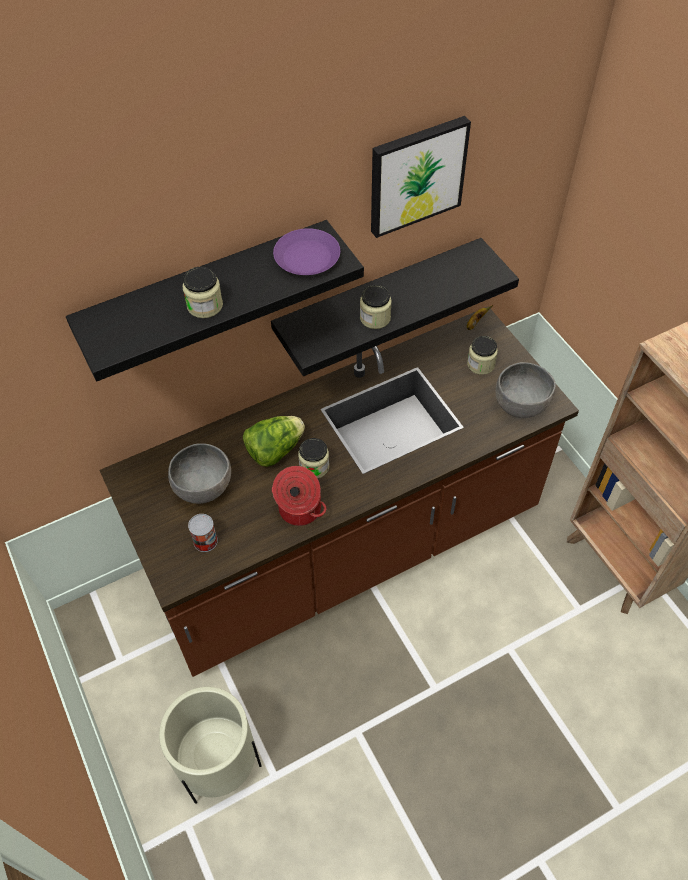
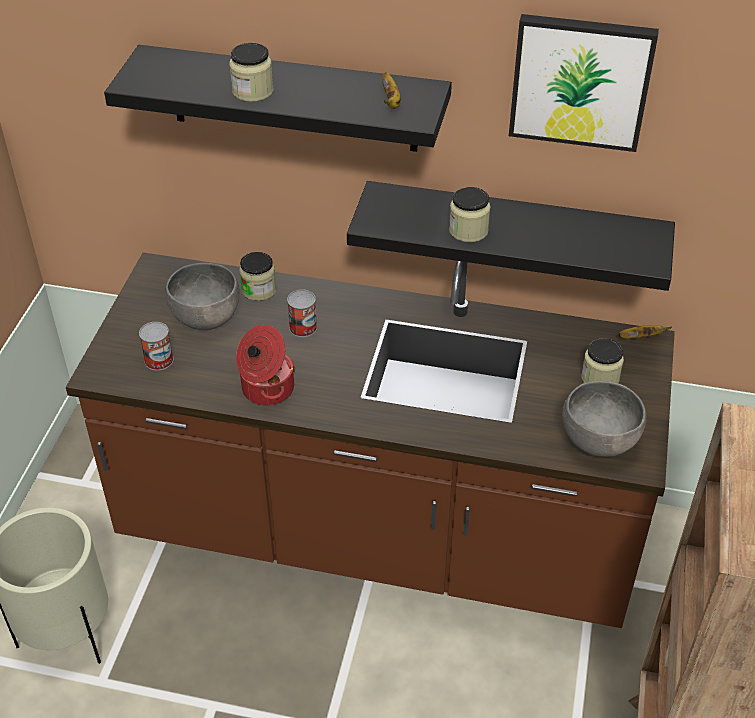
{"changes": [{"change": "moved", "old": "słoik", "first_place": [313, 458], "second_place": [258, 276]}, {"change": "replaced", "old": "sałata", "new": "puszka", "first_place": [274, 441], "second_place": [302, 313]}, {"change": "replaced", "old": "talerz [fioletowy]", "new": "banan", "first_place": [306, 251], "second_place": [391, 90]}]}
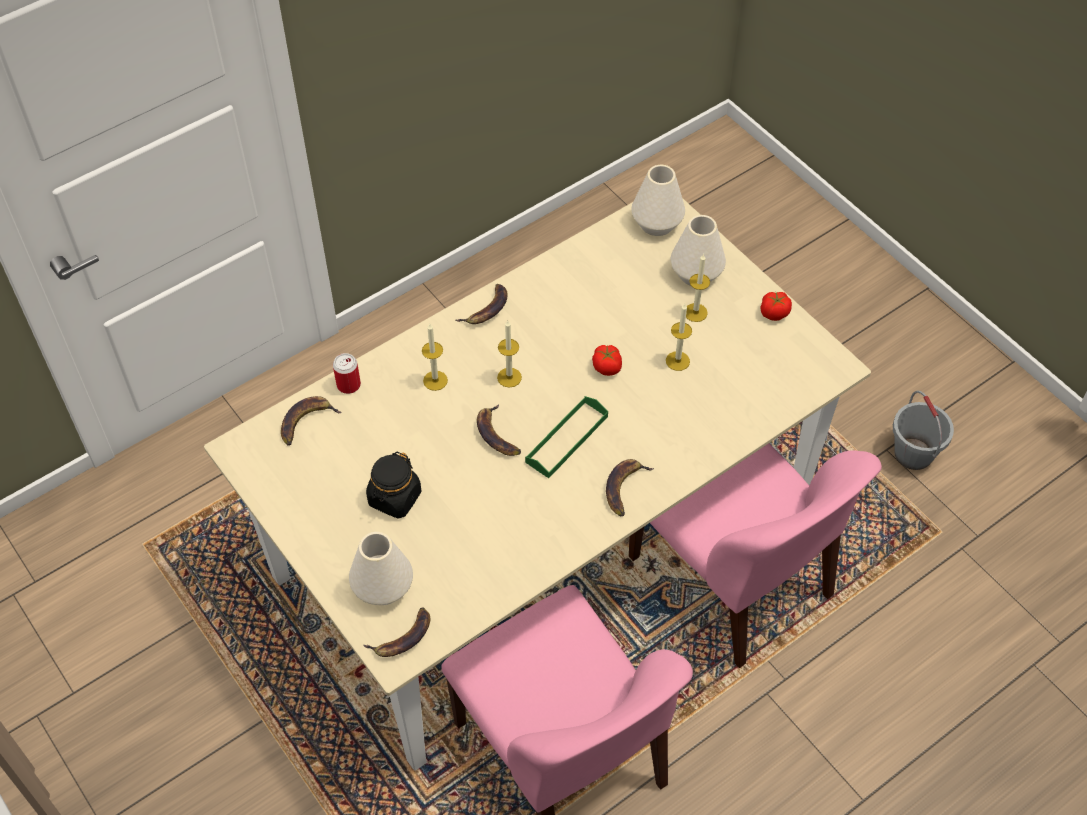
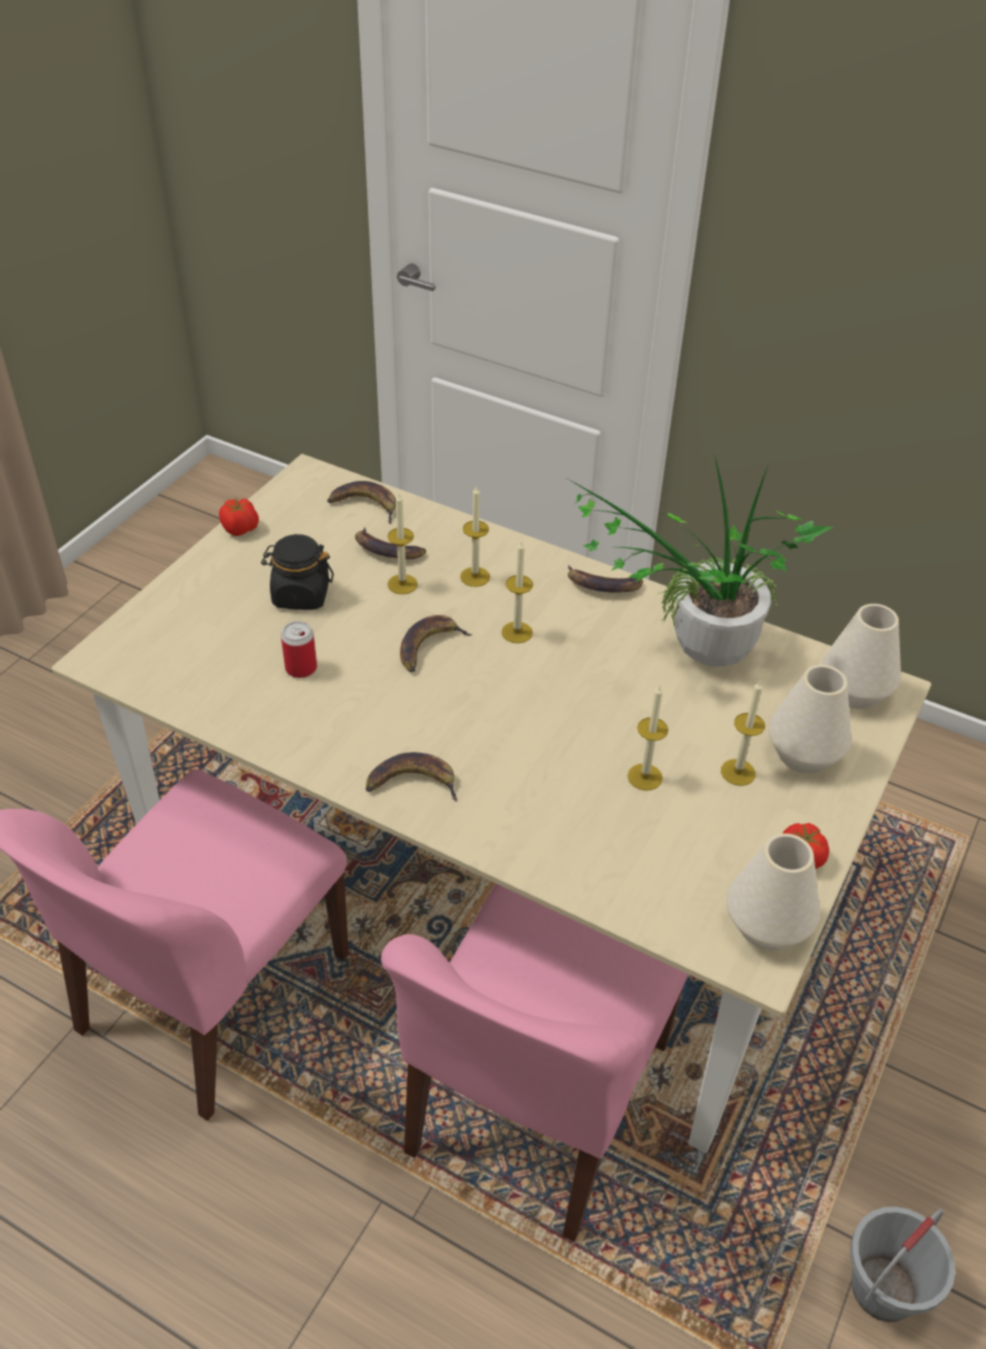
{"changes": [{"change": "removed", "old": "taca [zielony]", "first_place": [566, 437]}, {"change": "added", "new": "świeca", "second_place": [402, 544]}, {"change": "added", "new": "roślina doniczkowa", "second_place": [701, 560]}, {"change": "moved", "old": "puszka", "first_place": [347, 373], "second_place": [299, 649]}, {"change": "moved", "old": "wazon [biały]", "first_place": [381, 568], "second_place": [773, 892]}, {"change": "moved", "old": "banan", "first_place": [396, 632], "second_place": [390, 543]}, {"change": "moved", "old": "pomidor", "first_place": [607, 360], "second_place": [239, 517]}]}
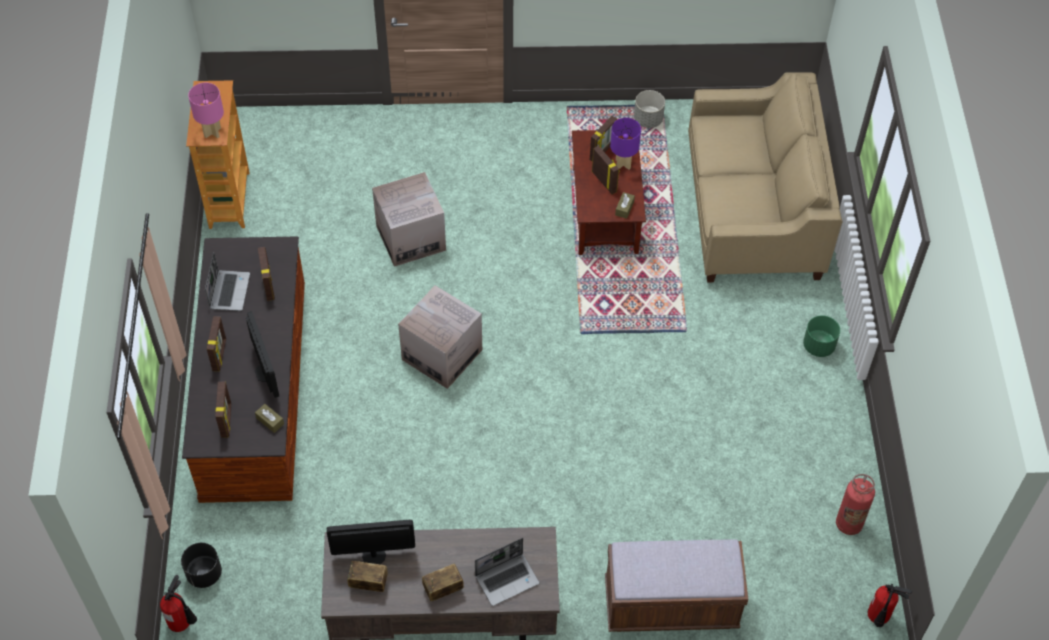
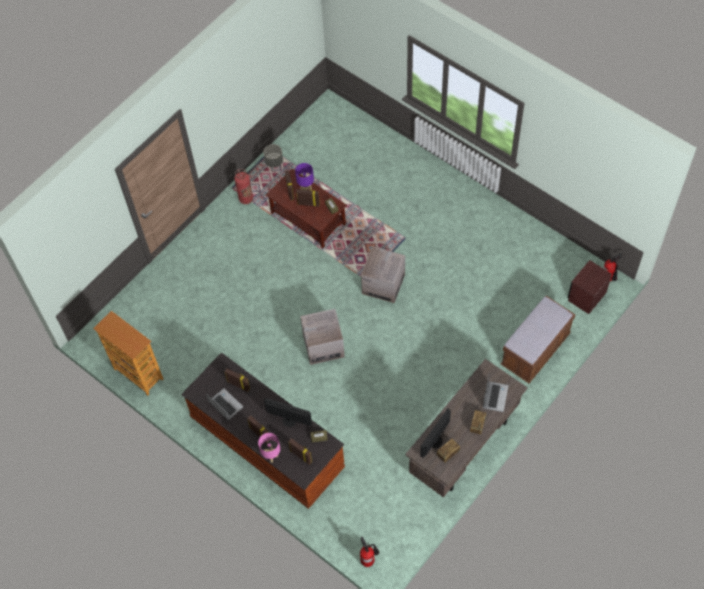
{"changes": [{"change": "removed", "old": "donica [czarny]", "first_place": [201, 565]}, {"change": "removed", "old": "kanapa [beżowy]", "first_place": [765, 177]}, {"change": "removed", "old": "donica [zielony]", "first_place": [821, 336]}, {"change": "added", "new": "szafka nocna [brązowy]", "second_place": [590, 287]}, {"change": "moved", "old": "lampa stołowa [różowy]", "first_place": [206, 110], "second_place": [269, 448]}, {"change": "moved", "old": "karton", "first_place": [409, 219], "second_place": [383, 274]}, {"change": "moved", "old": "gaśnica", "first_place": [855, 504], "second_place": [243, 186]}]}
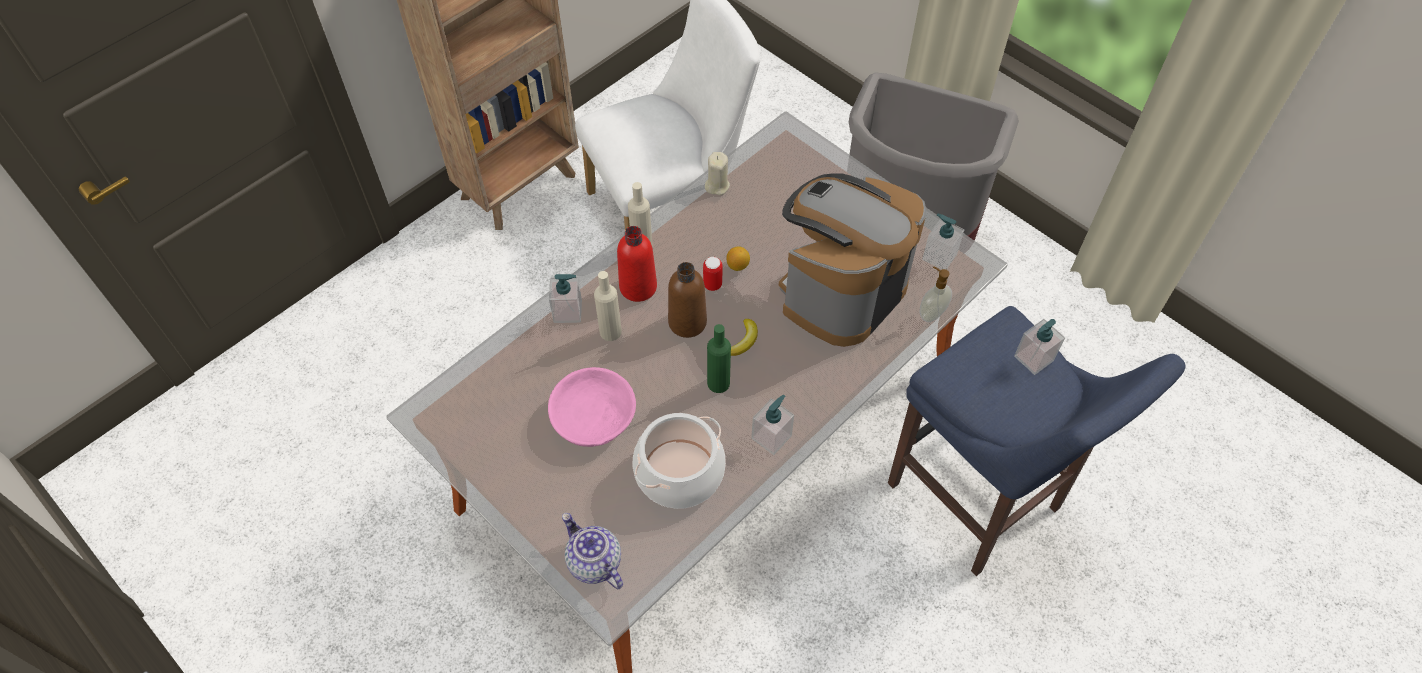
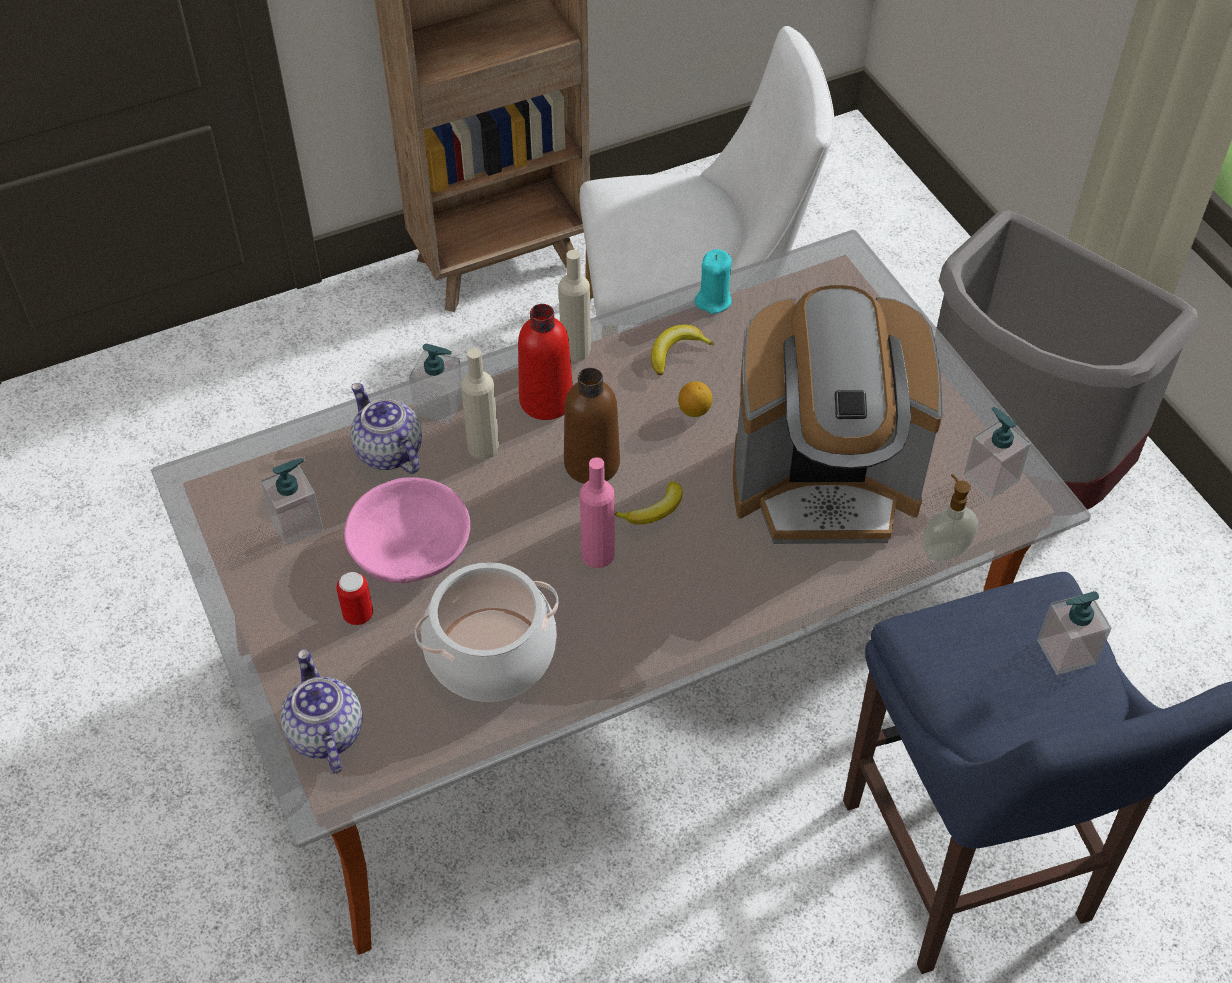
{"changes": [{"change": "added", "new": "imbryk", "second_place": [386, 428]}, {"change": "added", "new": "banan", "second_place": [682, 350]}, {"change": "moved", "old": "puszka", "first_place": [713, 274], "second_place": [354, 598]}, {"change": "moved", "old": "dozownik mydła", "first_place": [772, 424], "second_place": [291, 502]}, {"change": "recoloured", "old": "świeca [beżowy]", "new": "świeca [turkusowy]", "first_place": [717, 173], "second_place": [713, 281]}, {"change": "recoloured", "old": "butelka [zielony]", "new": "butelka [różowy]", "first_place": [719, 358], "second_place": [597, 512]}, {"change": "turned", "old": "ekspres do kawy", "first_place": [852, 260], "second_place": [837, 414], "degrees": -150}]}
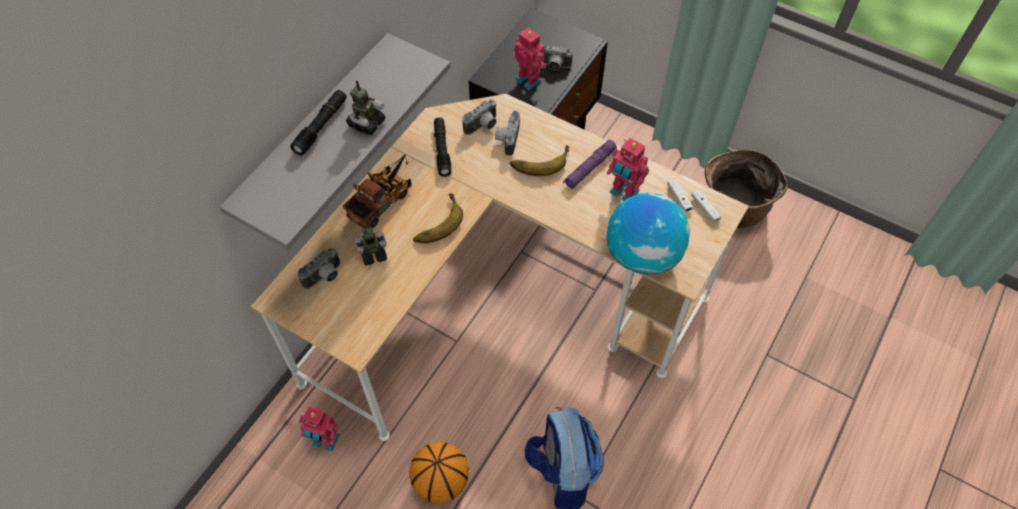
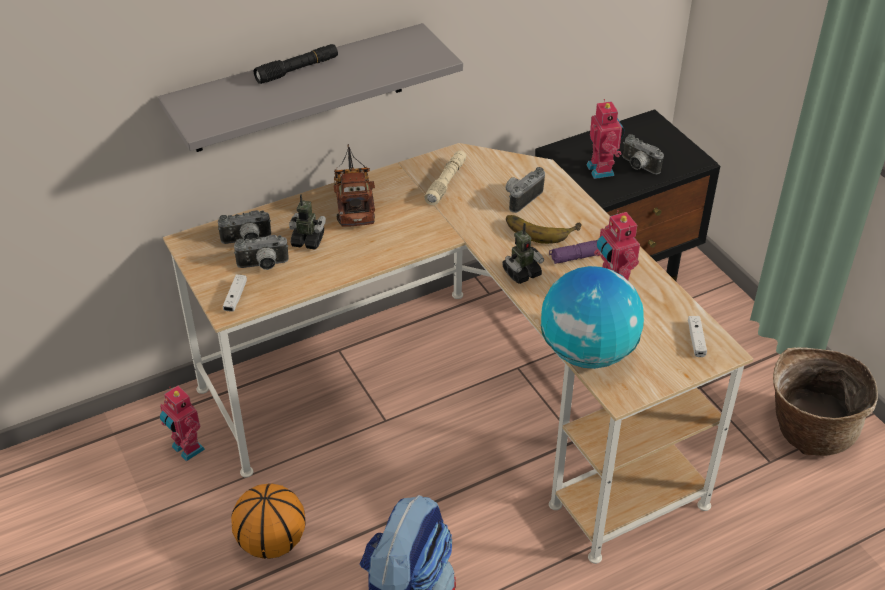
{"changes": [{"change": "removed", "old": "banan", "first_place": [438, 218]}, {"change": "moved", "old": "robot zabawkowy", "first_place": [366, 107], "second_place": [523, 253]}, {"change": "moved", "old": "aparat fotograficzny", "first_place": [479, 117], "second_place": [261, 252]}, {"change": "moved", "old": "pad do gier [biały]", "first_place": [680, 195], "second_place": [235, 292]}, {"change": "recoloured", "old": "latarka [czarny]", "new": "latarka [beżowy]", "first_place": [442, 147], "second_place": [445, 177]}, {"change": "turned", "old": "ciężarówka zabawkowa", "first_place": [377, 191], "second_place": [354, 185], "degrees": -75}]}
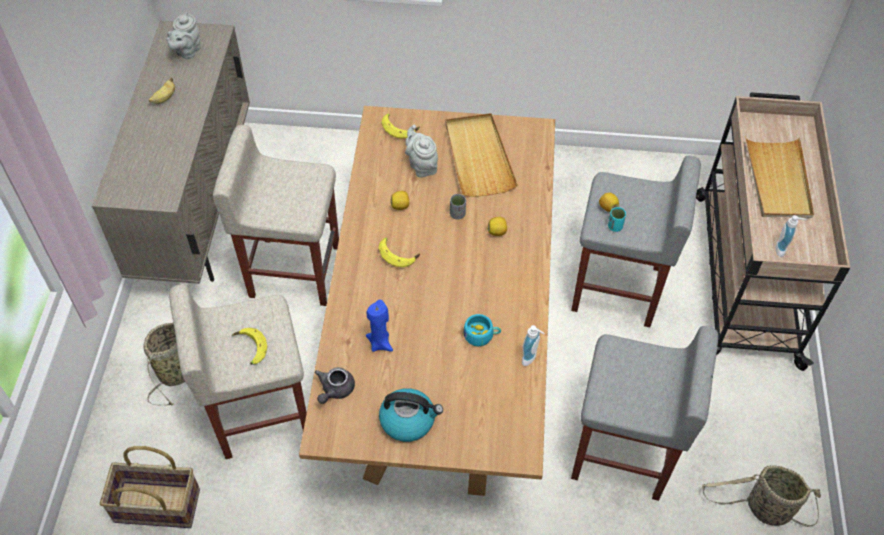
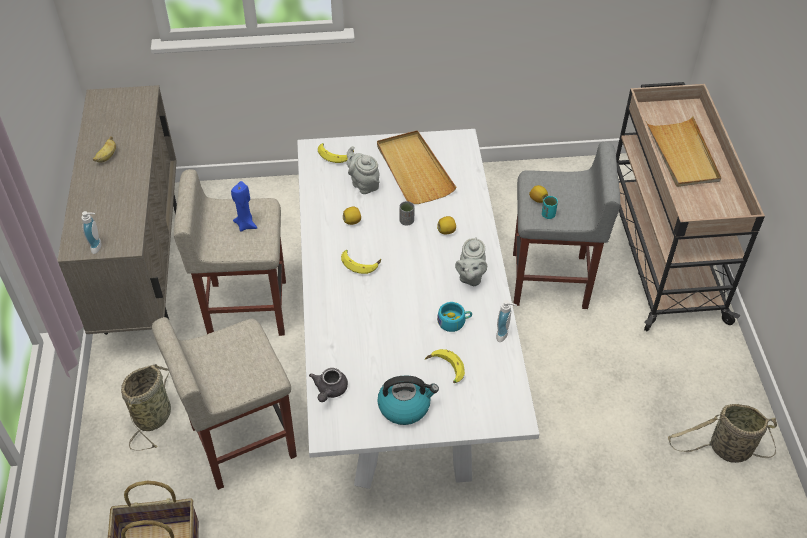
{"changes": [{"change": "removed", "old": "stołek [szary]", "first_place": [644, 413]}, {"change": "moved", "old": "imbryk [szary]", "first_place": [183, 35], "second_place": [471, 261]}, {"change": "moved", "old": "banan", "first_place": [249, 346], "second_place": [445, 366]}, {"change": "moved", "old": "świeca [niebieski]", "first_place": [379, 326], "second_place": [244, 206]}, {"change": "moved", "old": "dozownik mydła", "first_place": [790, 236], "second_place": [91, 232]}, {"change": "recoloured", "old": "stół jadalny [brązowy]", "new": "stół jadalny [biały]", "first_place": [427, 301], "second_place": [418, 309]}]}
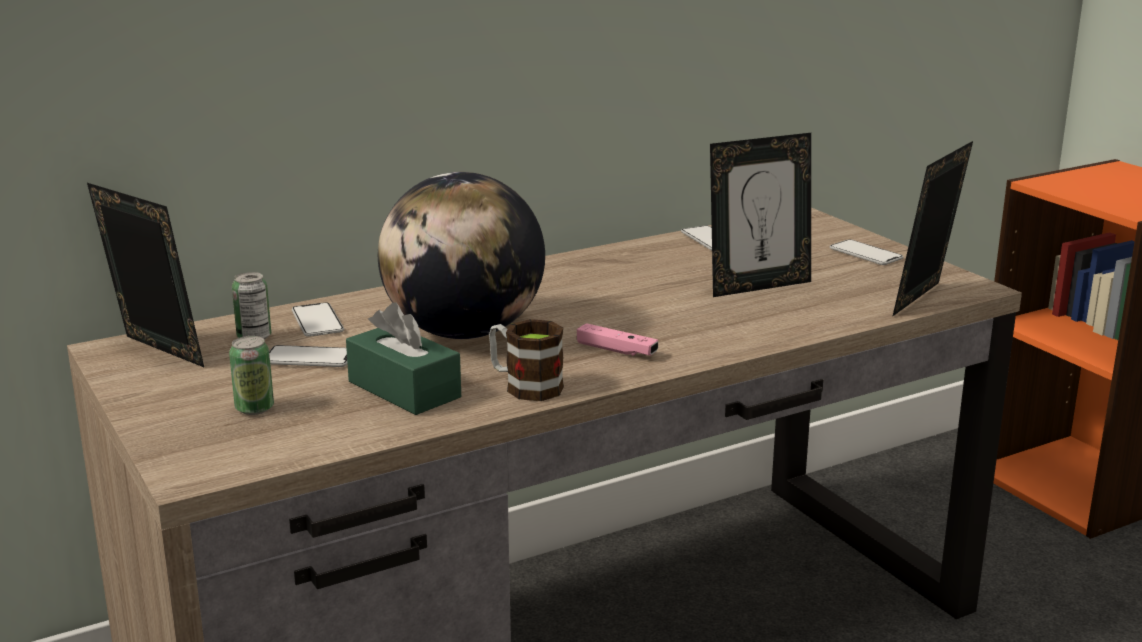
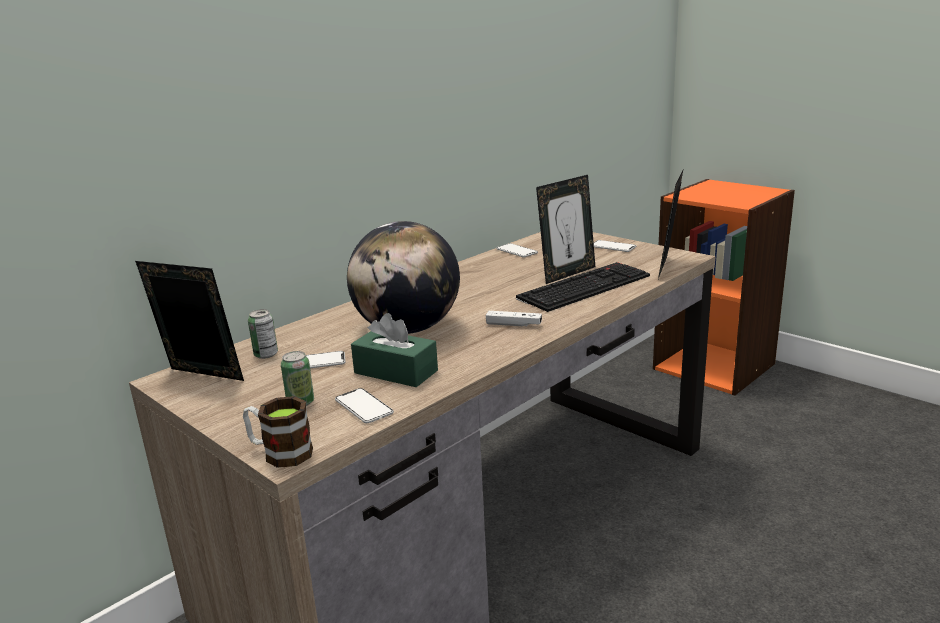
{"changes": [{"change": "added", "new": "klawiatura", "second_place": [583, 287]}, {"change": "moved", "old": "telefon", "first_place": [318, 319], "second_place": [364, 405]}, {"change": "moved", "old": "kubek", "first_place": [526, 360], "second_place": [278, 432]}, {"change": "recoloured", "old": "pad do gier [różowy]", "new": "pad do gier [biały]", "first_place": [617, 339], "second_place": [514, 319]}]}
